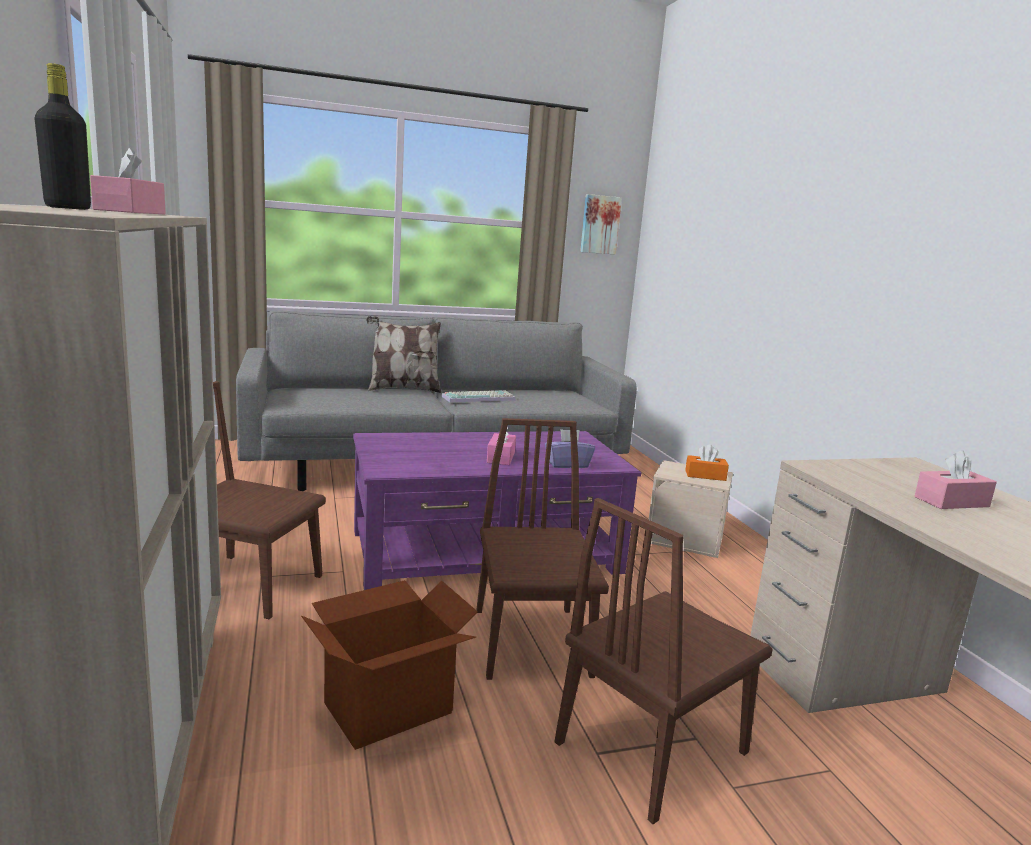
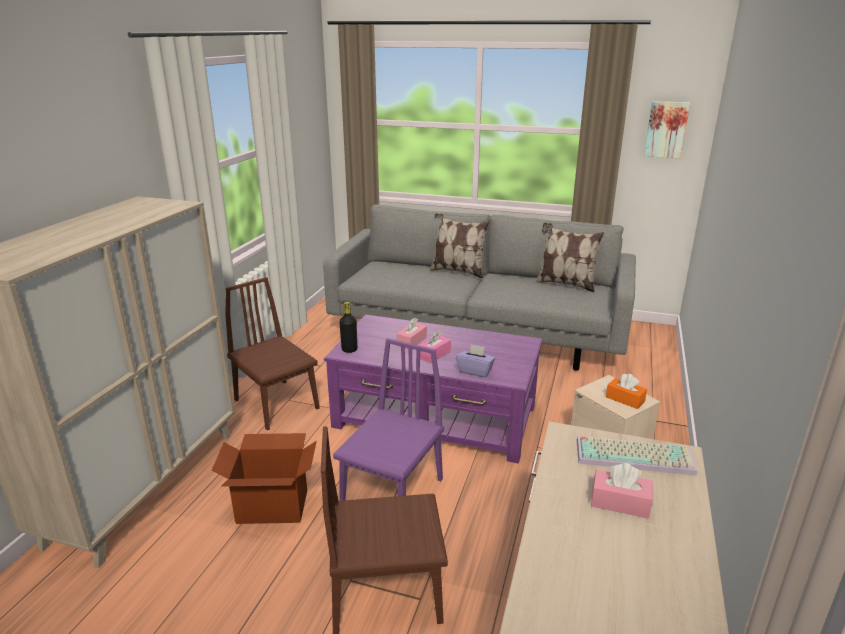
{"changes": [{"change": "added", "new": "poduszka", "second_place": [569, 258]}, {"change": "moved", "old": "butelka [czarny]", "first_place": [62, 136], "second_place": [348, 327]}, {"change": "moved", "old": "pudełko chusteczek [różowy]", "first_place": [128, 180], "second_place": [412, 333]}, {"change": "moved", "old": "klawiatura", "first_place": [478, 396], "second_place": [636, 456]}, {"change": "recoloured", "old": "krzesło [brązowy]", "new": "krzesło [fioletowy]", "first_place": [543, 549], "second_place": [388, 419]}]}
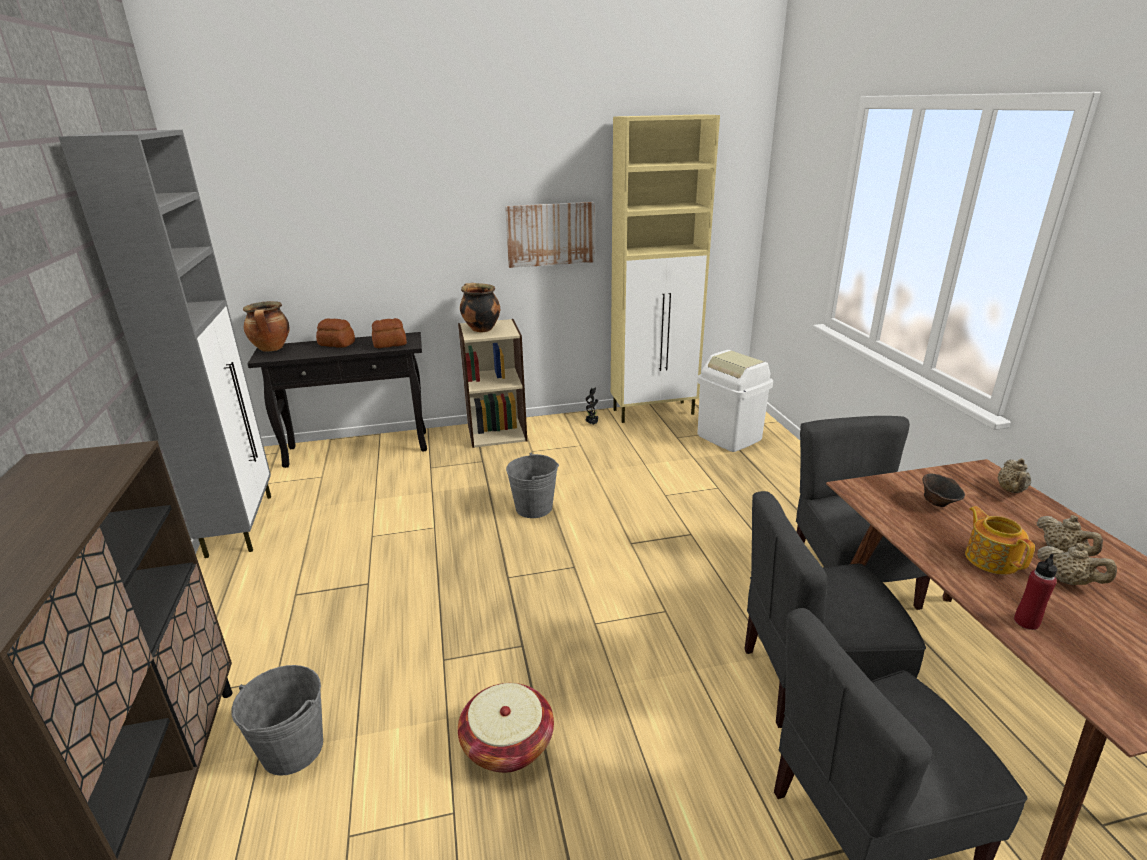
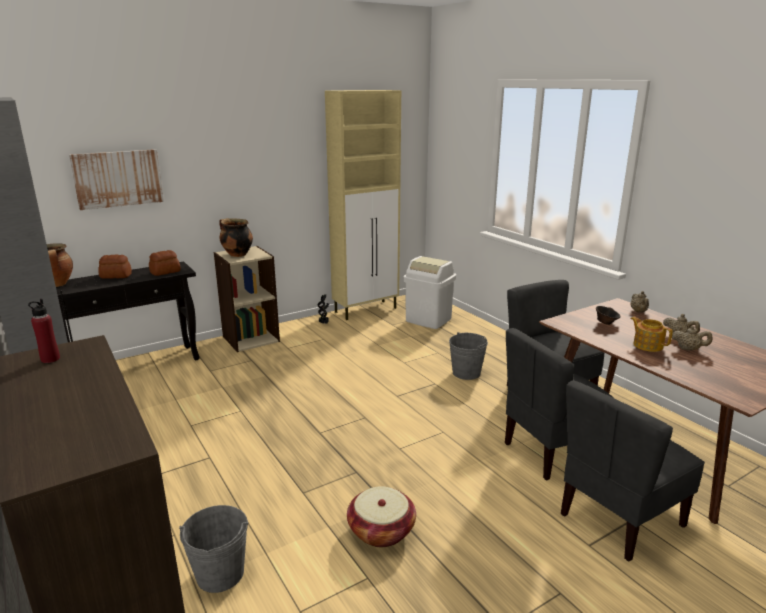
{"changes": [{"change": "moved", "old": "obraz", "first_place": [550, 235], "second_place": [116, 179]}, {"change": "moved", "old": "wiadro [szary]", "first_place": [532, 485], "second_place": [468, 356]}, {"change": "moved", "old": "butelka [czerwony]", "first_place": [1035, 592], "second_place": [44, 331]}]}
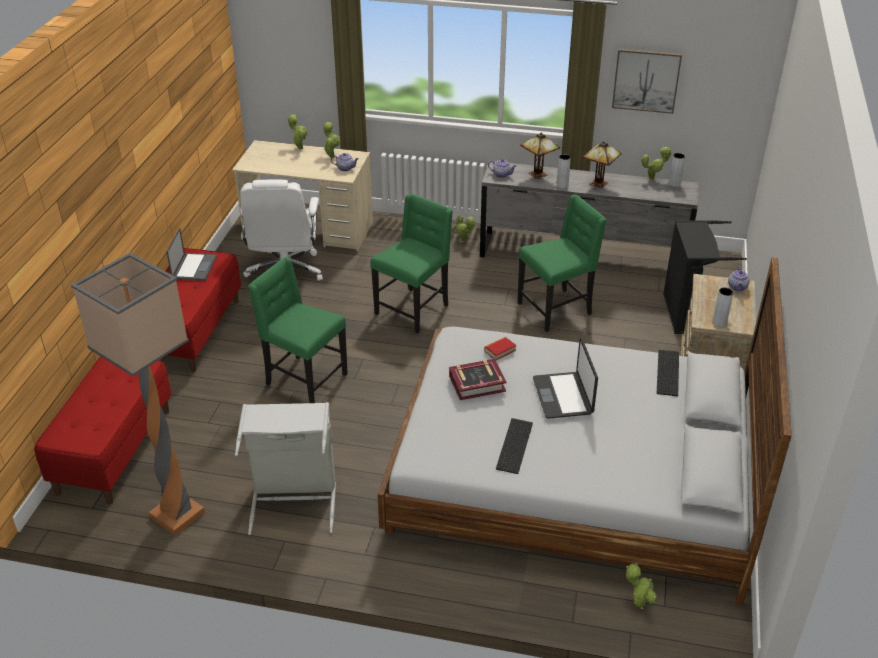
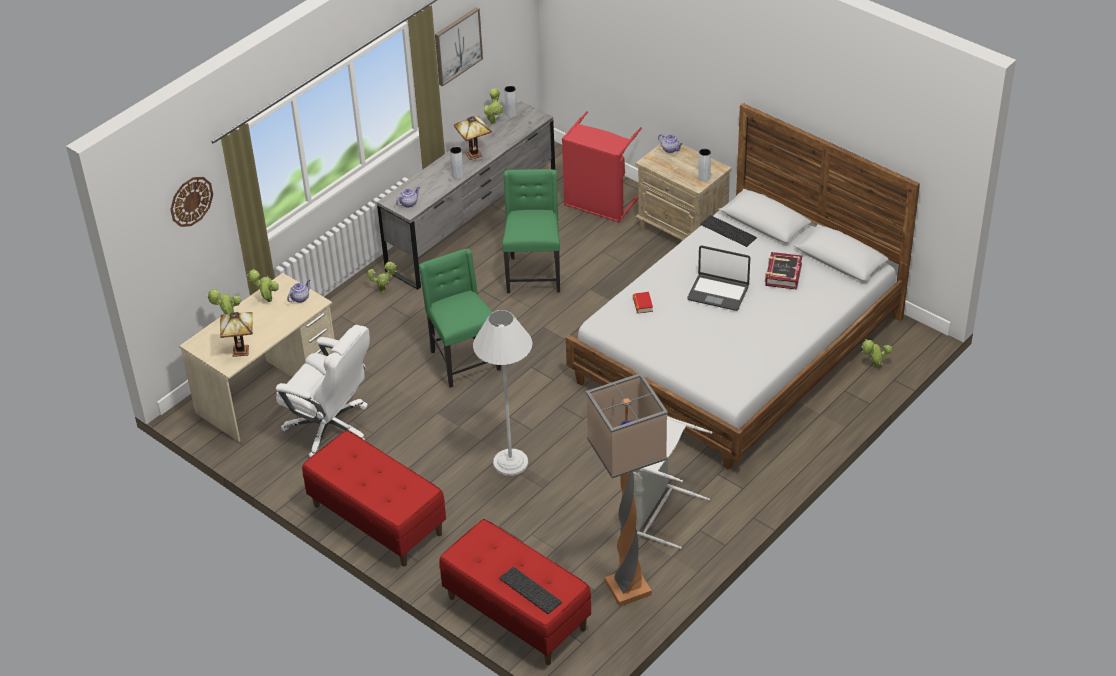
{"changes": [{"change": "removed", "old": "laptop", "first_place": [192, 254]}, {"change": "added", "new": "zegar ścienny", "second_place": [191, 202]}, {"change": "moved", "old": "książka", "first_place": [478, 379], "second_place": [783, 271]}, {"change": "moved", "old": "klawiatura", "first_place": [514, 446], "second_place": [530, 590]}, {"change": "moved", "old": "lampa stołowa", "first_place": [540, 156], "second_place": [236, 334]}, {"change": "replaced", "old": "krzesło [zielony]", "new": "lampa stojąca [biały]", "first_place": [298, 330], "second_place": [502, 393]}, {"change": "recoloured", "old": "kosz na pranie [czarny]", "new": "kosz na pranie [czerwony]", "first_place": [705, 277], "second_place": [602, 167]}]}
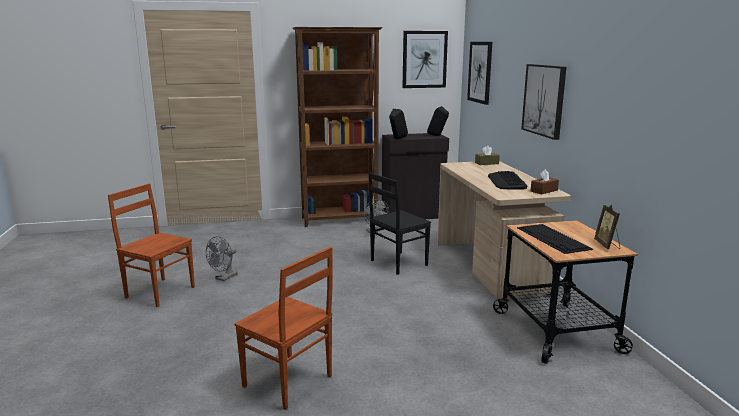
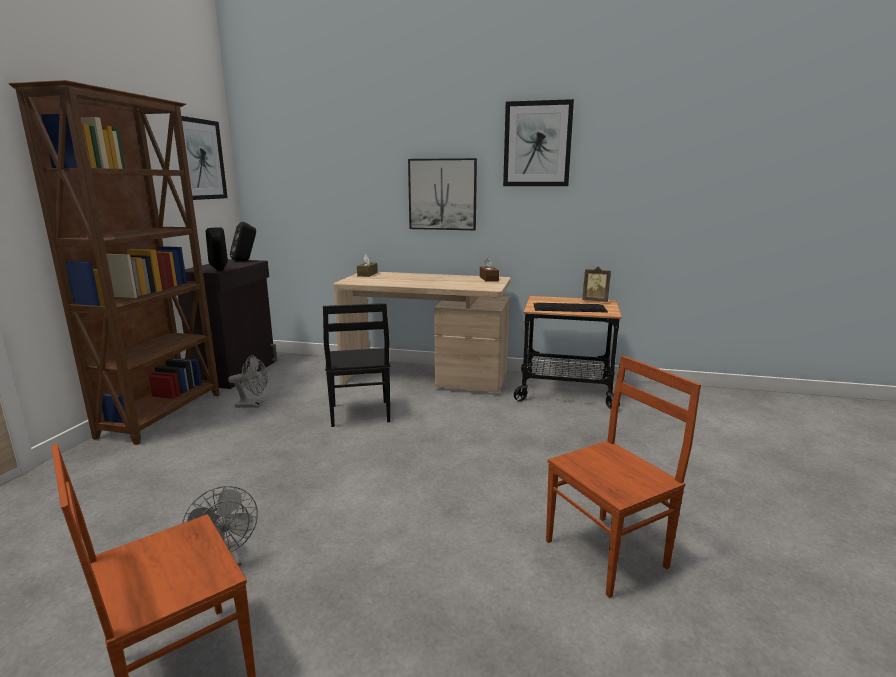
{"changes": [{"change": "removed", "old": "klawiatura", "first_place": [508, 180]}, {"change": "moved", "old": "obraz", "first_place": [479, 73], "second_place": [538, 142]}]}
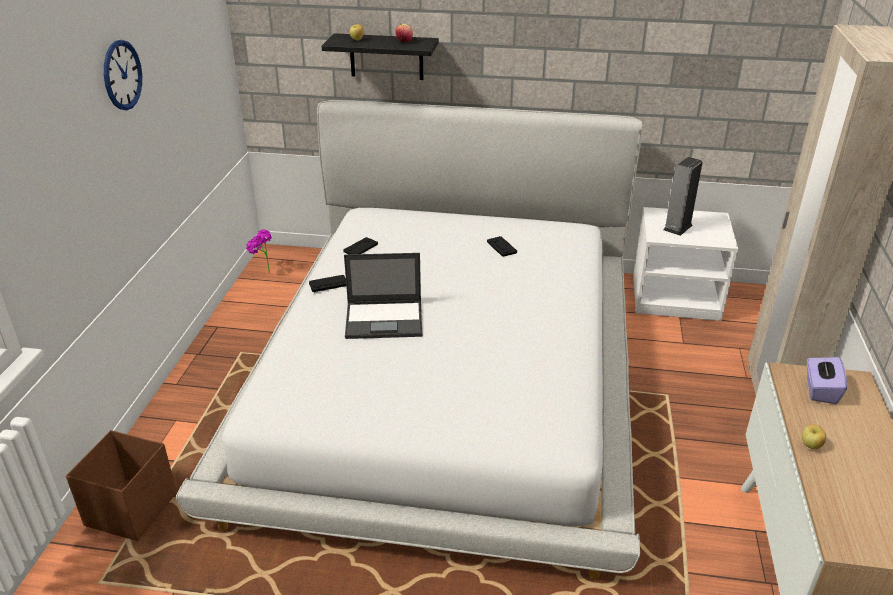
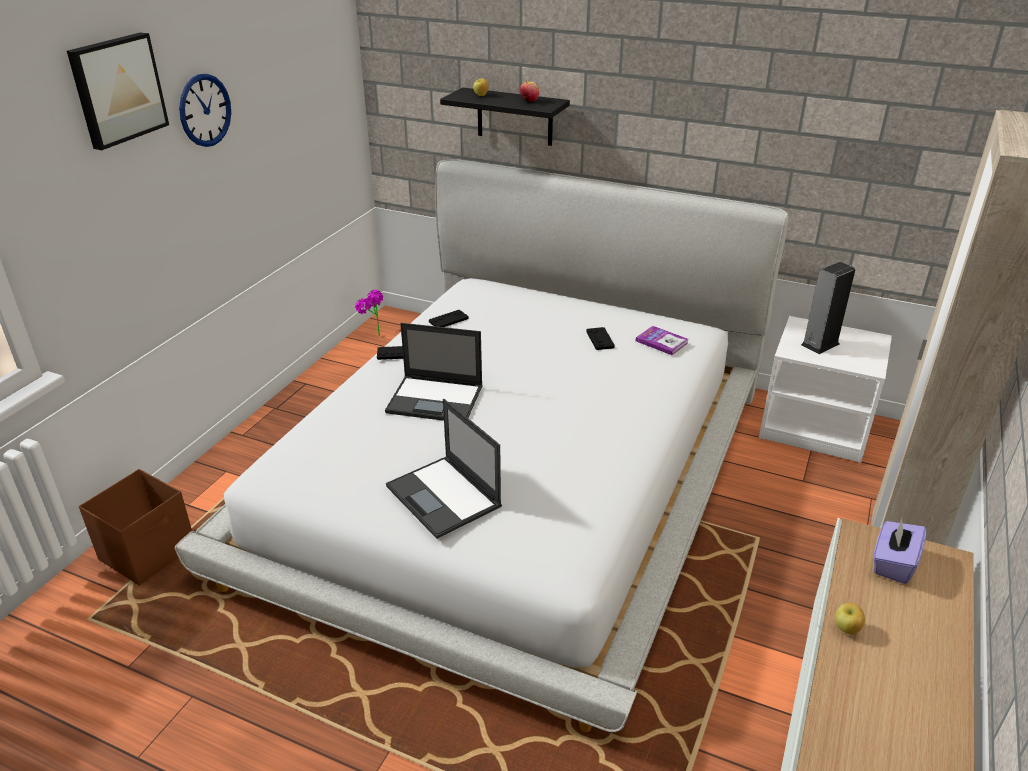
{"changes": [{"change": "added", "new": "obraz", "second_place": [118, 91]}, {"change": "added", "new": "laptop", "second_place": [444, 469]}, {"change": "added", "new": "książka", "second_place": [662, 340]}]}
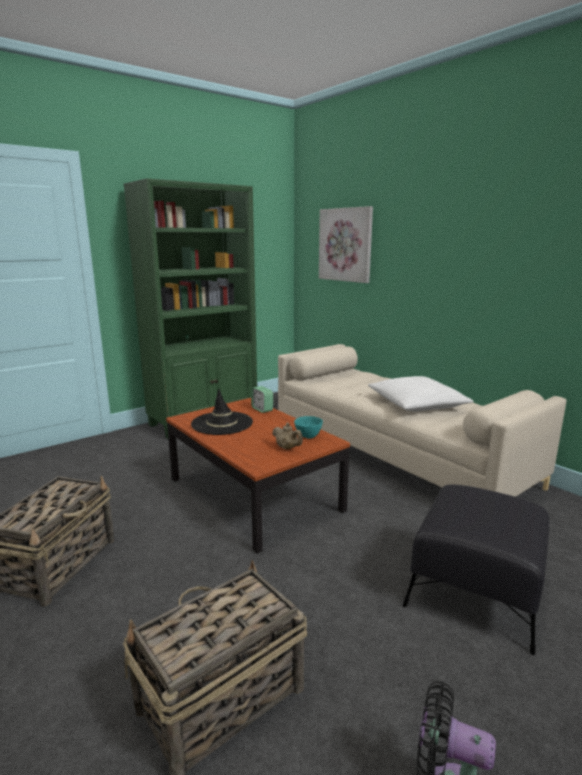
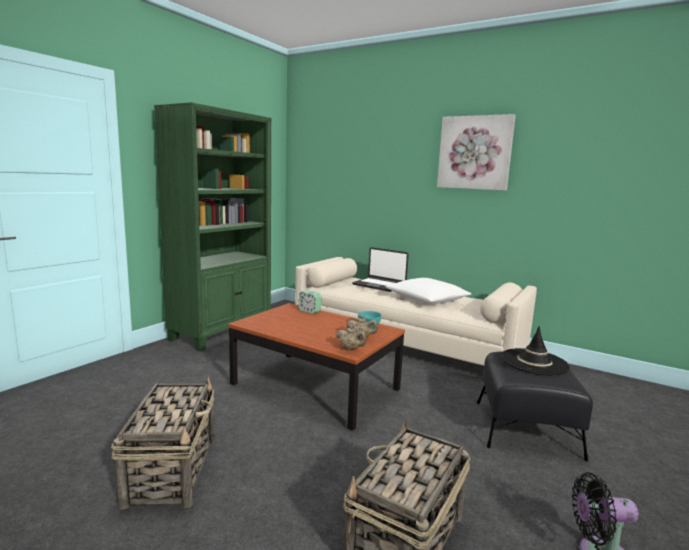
{"changes": [{"change": "added", "new": "imbryk [beżowy]", "second_place": [351, 337]}, {"change": "added", "new": "laptop", "second_place": [380, 269]}, {"change": "moved", "old": "kapelusz [czarny]", "first_place": [222, 412], "second_place": [535, 350]}, {"change": "moved", "old": "obraz", "first_place": [346, 244], "second_place": [476, 152]}]}
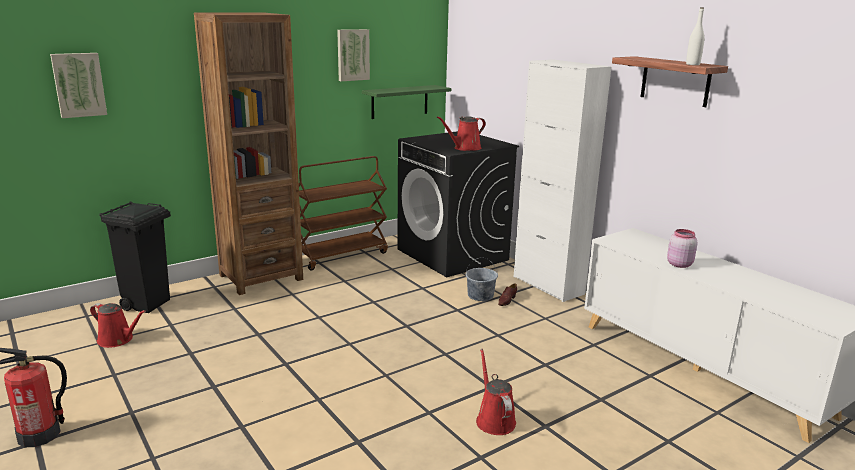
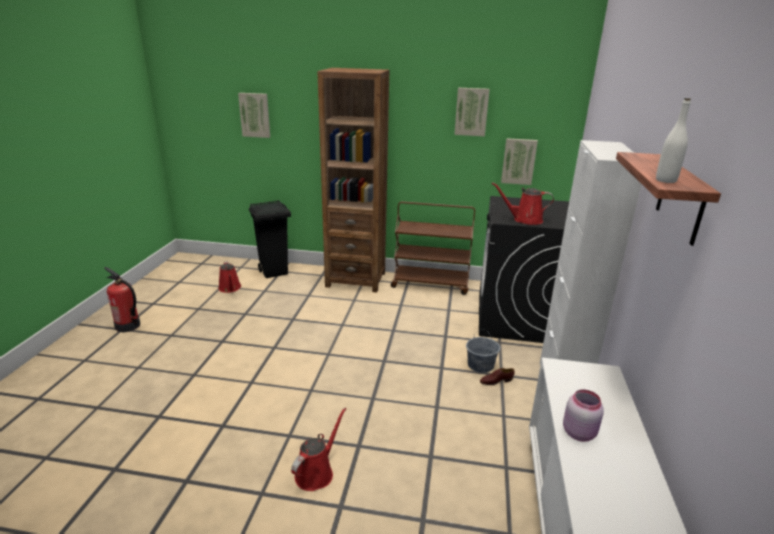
{"changes": [{"change": "replaced", "old": "półka [zielony]", "new": "obraz", "first_place": [406, 102], "second_place": [519, 161]}]}
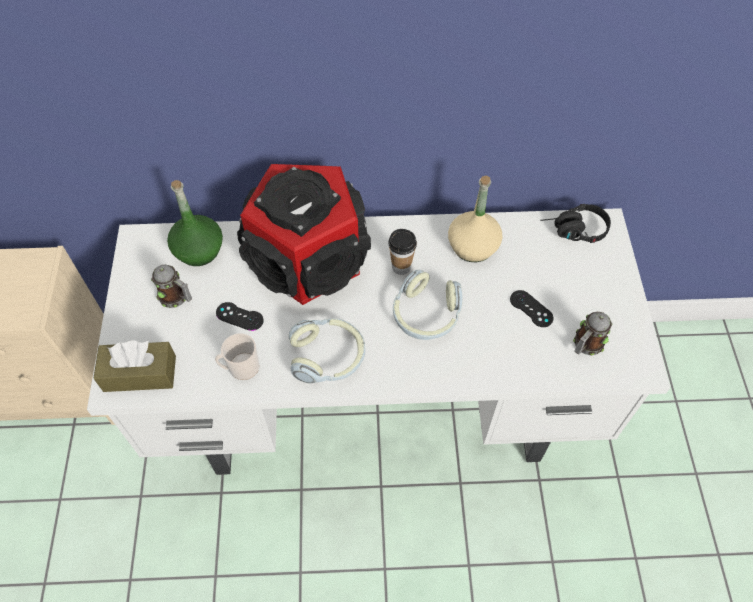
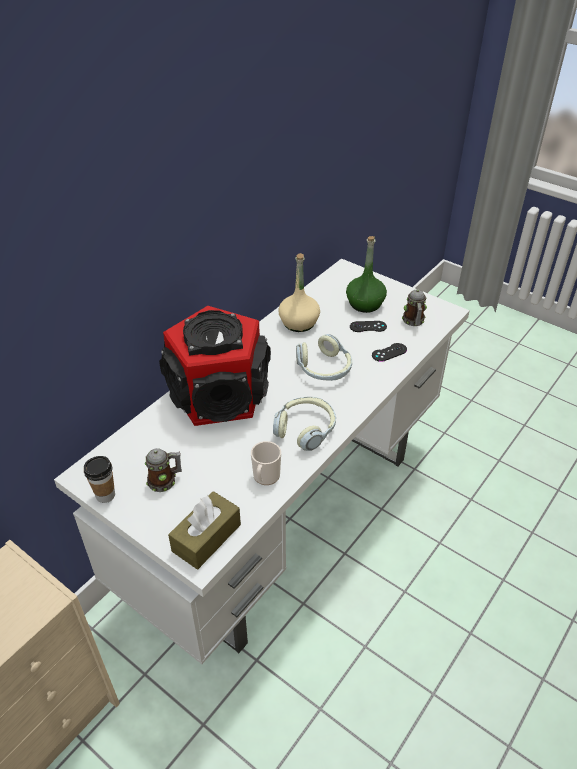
{"changes": [{"change": "removed", "old": "słuchawki [czarny]", "first_place": [575, 223]}, {"change": "moved", "old": "butelka [zielony]", "first_place": [195, 223], "second_place": [366, 274]}, {"change": "moved", "old": "pad do gier [czarny]", "first_place": [240, 316], "second_place": [389, 352]}, {"change": "moved", "old": "filiżanka", "first_place": [402, 252], "second_place": [99, 479]}]}
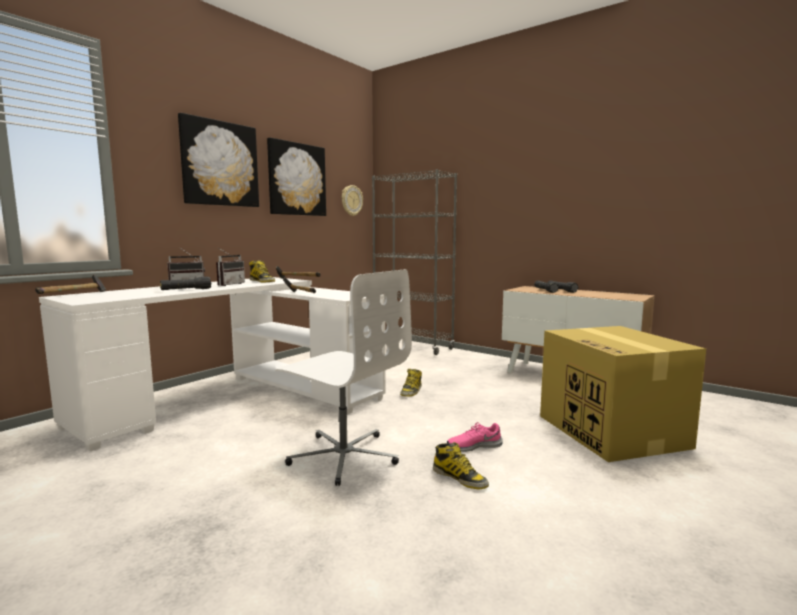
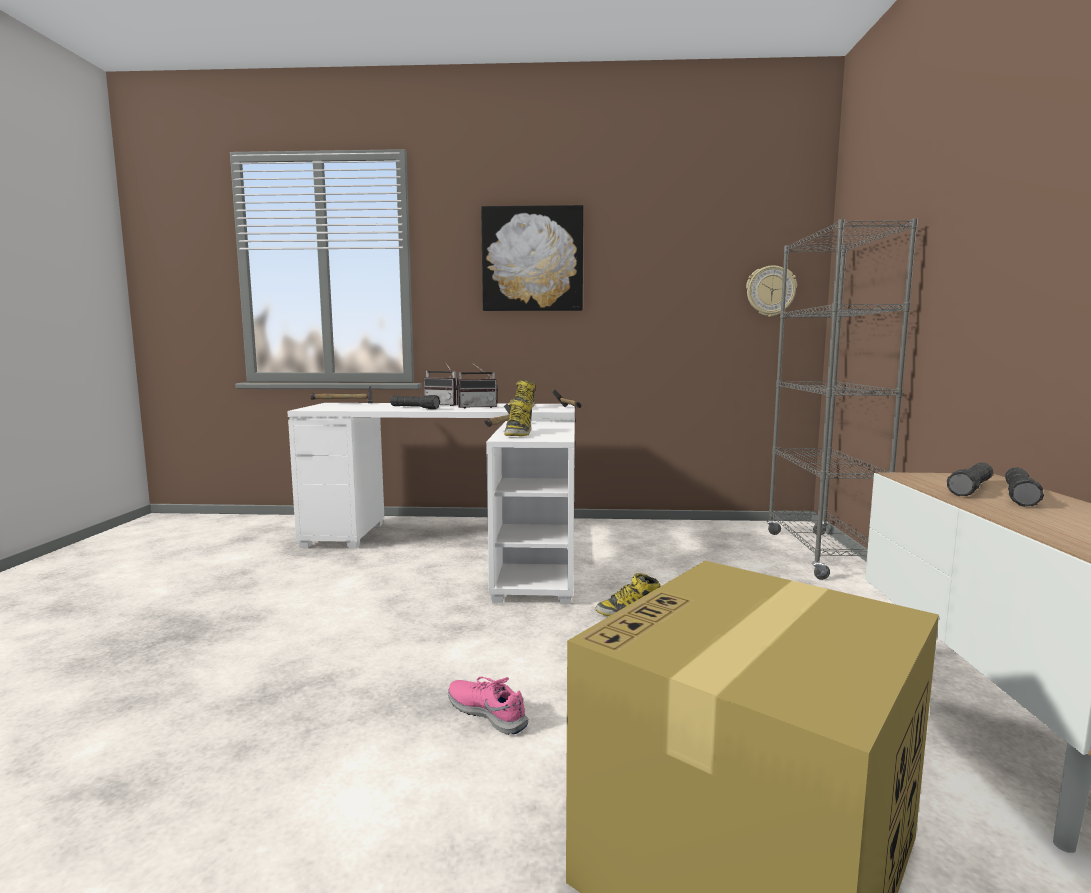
{"changes": [{"change": "removed", "old": "obraz", "first_place": [296, 177]}, {"change": "removed", "old": "krzesło biurowe [biały]", "first_place": [343, 377]}, {"change": "moved", "old": "but z cholewką", "first_place": [461, 465], "second_place": [518, 417]}]}
